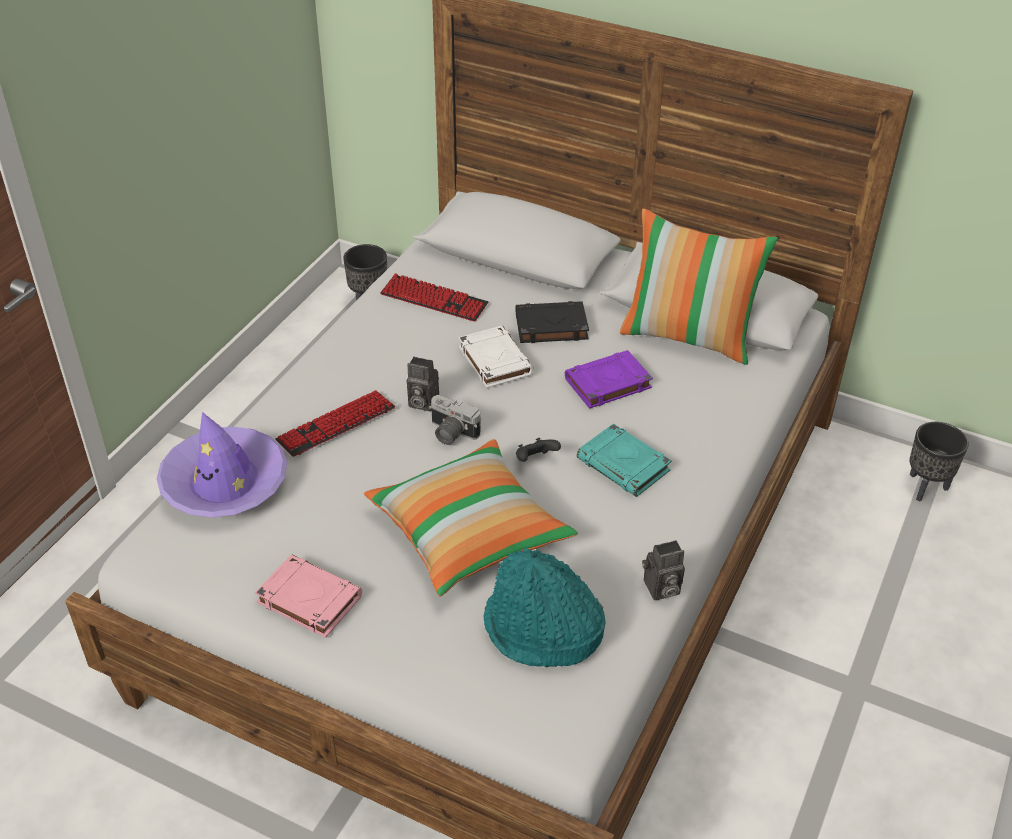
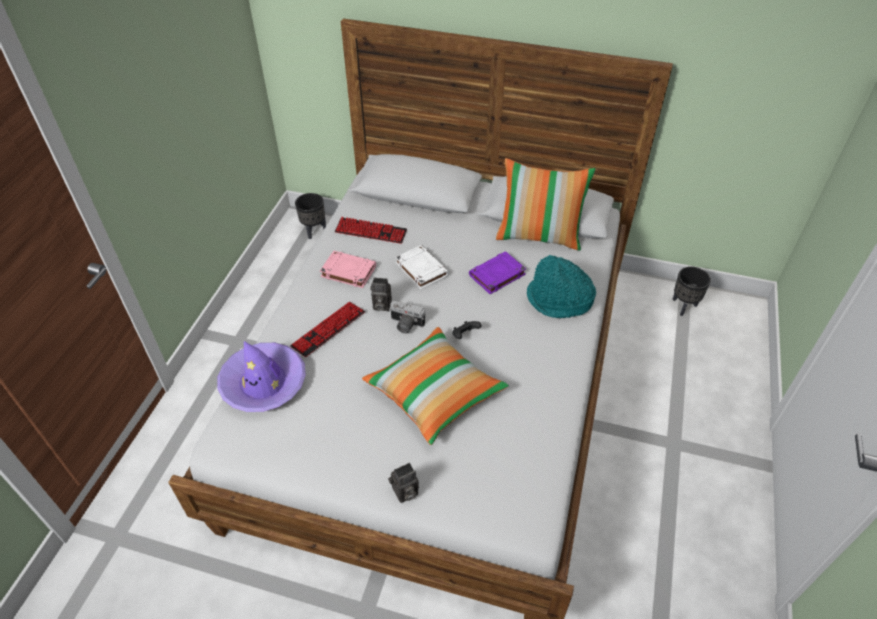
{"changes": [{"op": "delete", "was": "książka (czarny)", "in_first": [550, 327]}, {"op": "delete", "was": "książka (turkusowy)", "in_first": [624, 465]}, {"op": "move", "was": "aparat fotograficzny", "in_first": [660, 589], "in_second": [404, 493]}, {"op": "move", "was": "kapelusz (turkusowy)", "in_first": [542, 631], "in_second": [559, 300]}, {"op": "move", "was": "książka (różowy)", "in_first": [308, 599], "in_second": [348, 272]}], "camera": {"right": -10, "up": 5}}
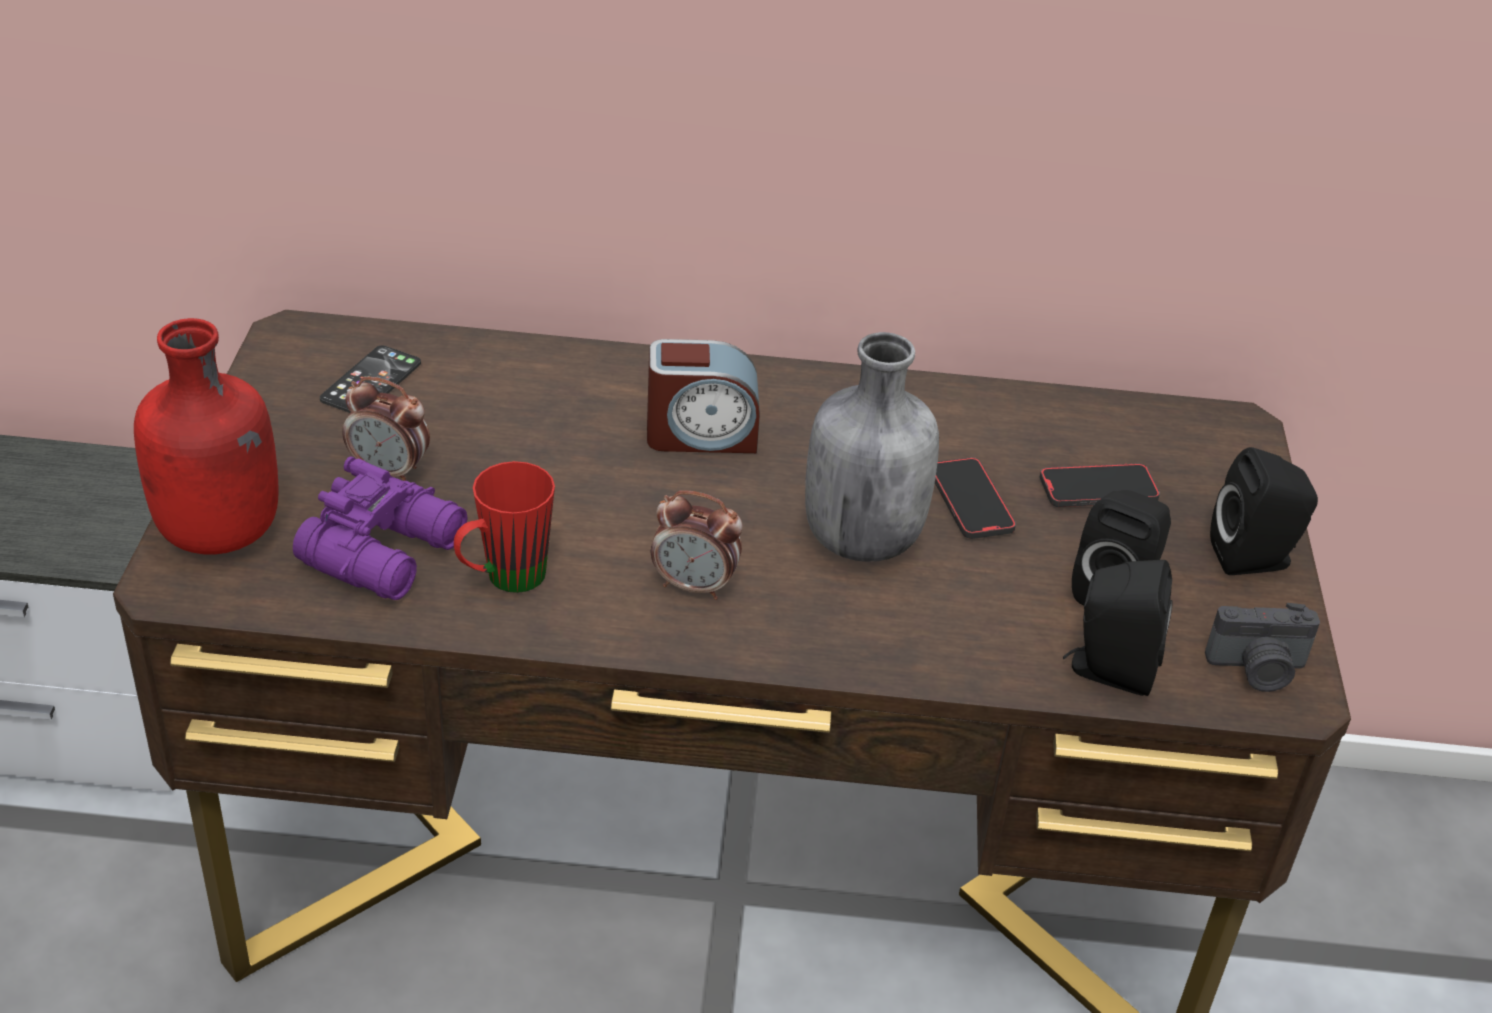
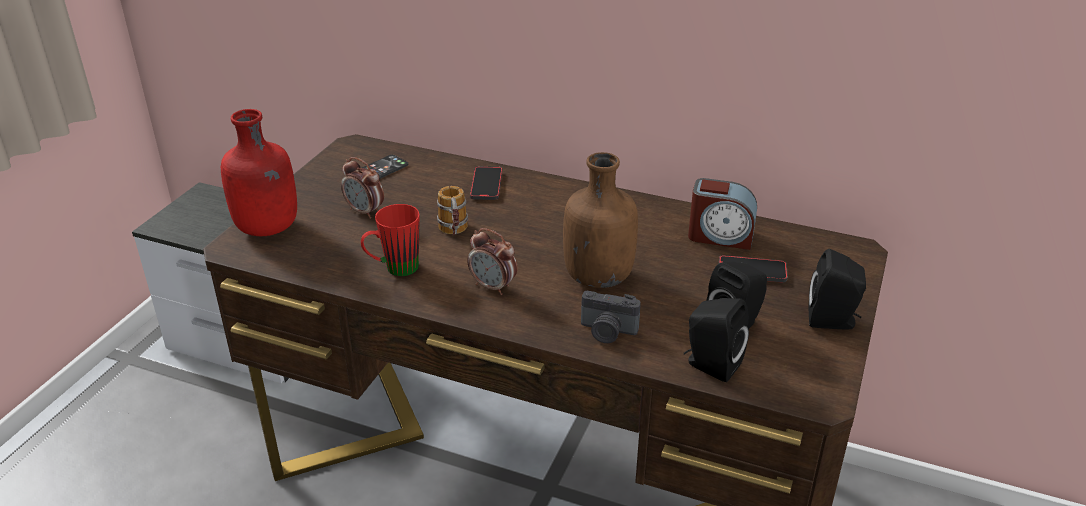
{"changes": [{"op": "recolor", "was": "butelka (szary)", "now": "butelka (brązowy)", "in_first": [860, 538], "in_second": [598, 276]}, {"op": "move", "was": "budzik", "in_first": [701, 434], "in_second": [720, 236]}, {"op": "delete", "was": "lornetka (fioletowy)", "in_first": [388, 551]}, {"op": "move", "was": "telefon", "in_first": [970, 502], "in_second": [486, 185]}, {"op": "move", "was": "aparat fotograficzny", "in_first": [1257, 670], "in_second": [607, 332]}, {"op": "insert", "now": "kubek", "in_second": [454, 234]}], "camera": {"right": 20, "up": -5}}
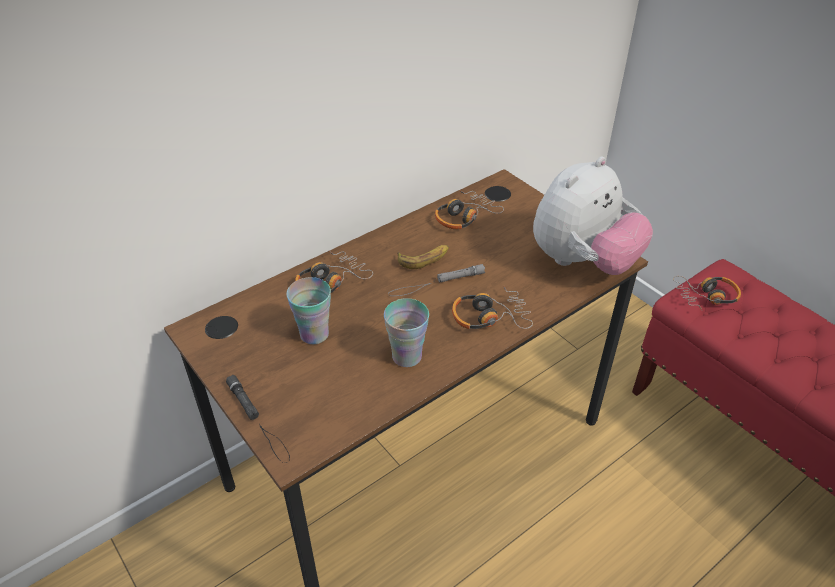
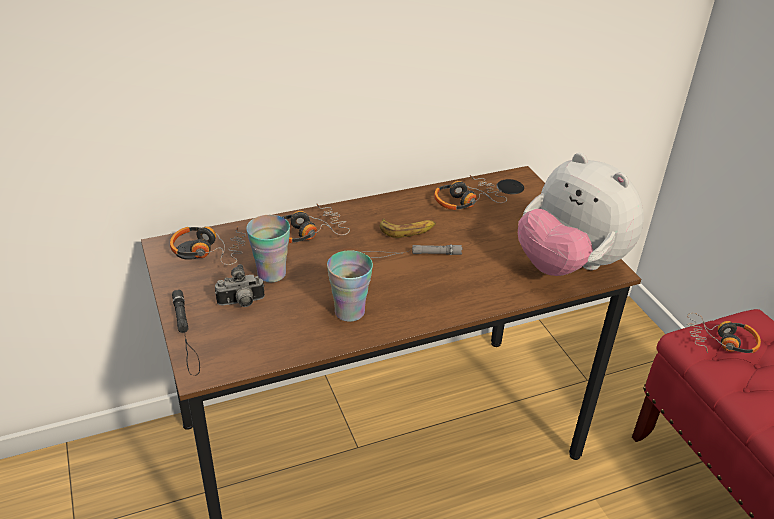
{"changes": [{"op": "rotate", "was": "pluszak", "in_first": [582, 262], "in_second": [569, 265], "clockwise": 75}, {"op": "move", "was": "słuchawki", "in_first": [489, 316], "in_second": [209, 250]}, {"op": "insert", "now": "aparat fotograficzny", "in_second": [241, 303]}], "camera": {"right": 15, "up": -5}}
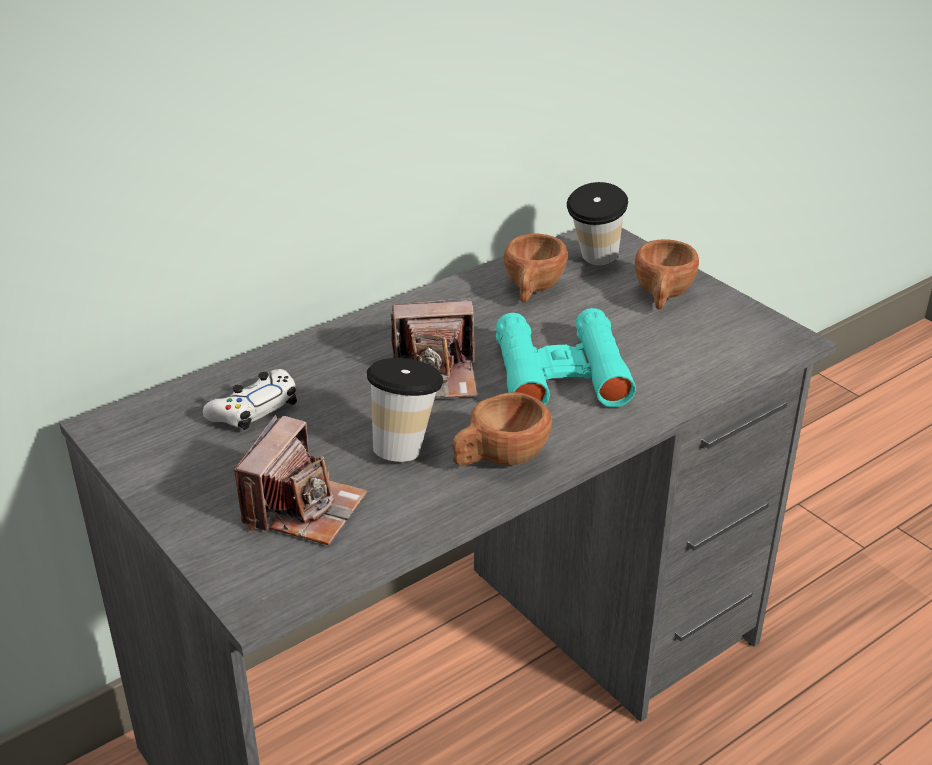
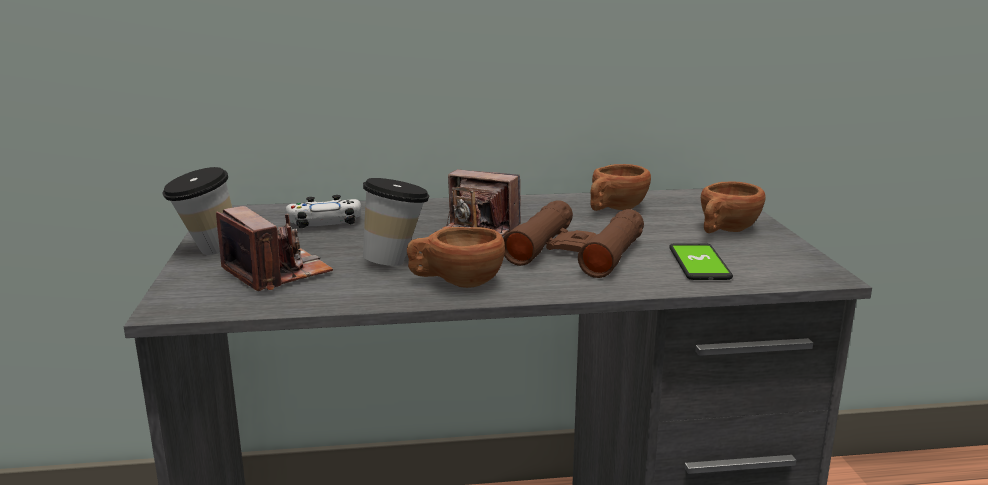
{"changes": [{"op": "move", "was": "filiżanka", "in_first": [594, 262], "in_second": [206, 252]}, {"op": "recolor", "was": "lornetka (turkusowy)", "now": "lornetka (brązowy)", "in_first": [560, 373], "in_second": [575, 251]}, {"op": "rotate", "was": "aparat fotograficzny", "in_first": [303, 508], "in_second": [277, 273], "clockwise": -90}, {"op": "insert", "now": "telefon", "in_second": [699, 263]}], "camera": {"right": 30, "up": -15}}
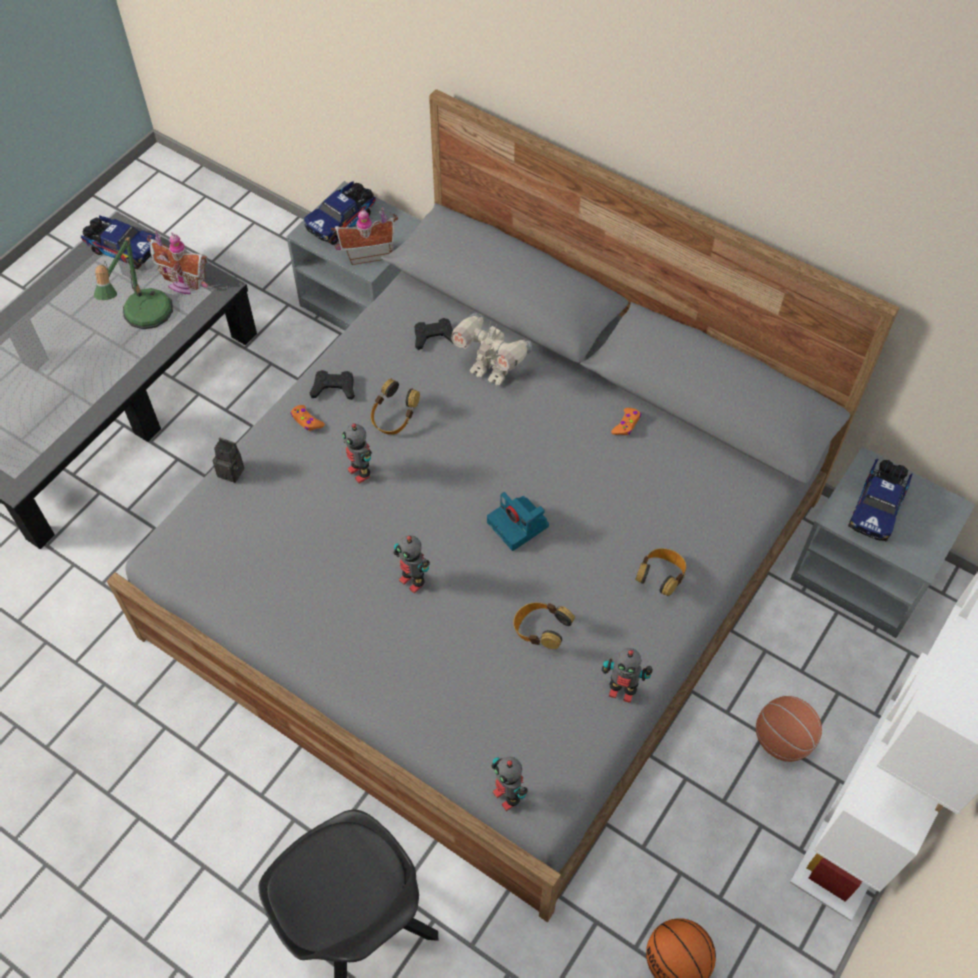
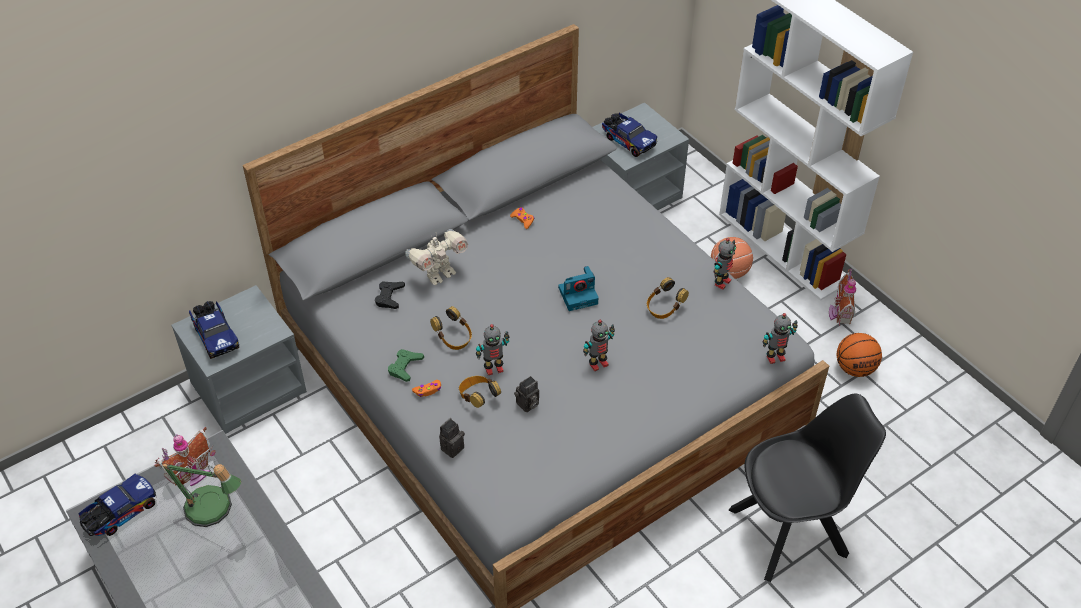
{"changes": [{"op": "move", "was": "domek", "in_first": [367, 253], "in_second": [839, 313]}, {"op": "recolor", "was": "pad do gier (czarny)", "now": "pad do gier (zielony)", "in_first": [334, 388], "in_second": [405, 367]}, {"op": "move", "was": "słuchawki", "in_first": [660, 577], "in_second": [478, 397]}, {"op": "insert", "now": "aparat fotograficzny", "in_second": [527, 405]}], "camera": {"right": -70, "up": -10}}
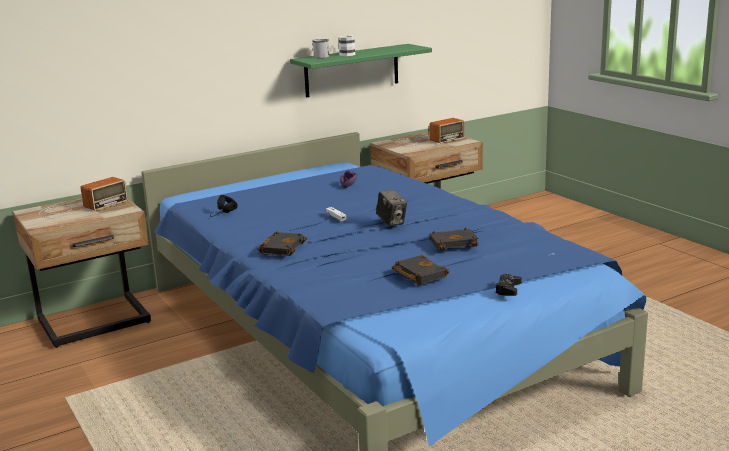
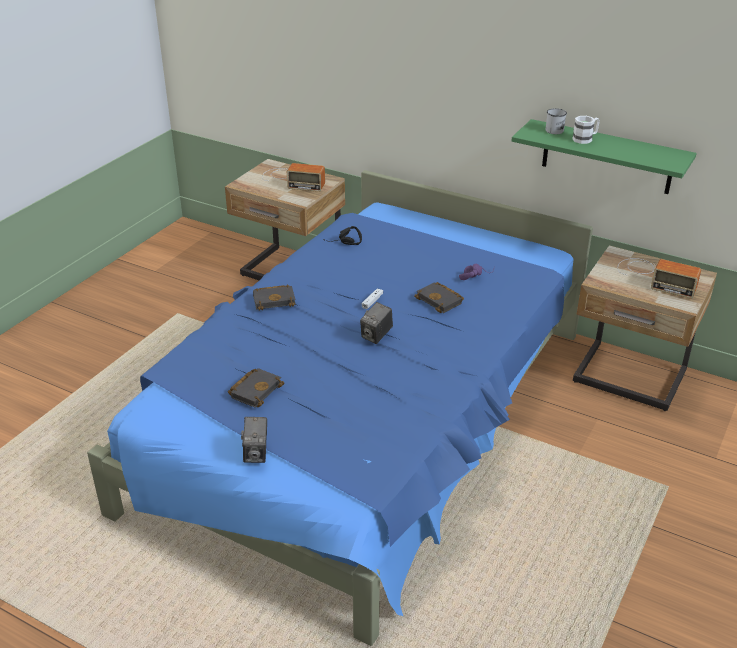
{"changes": [{"op": "move", "was": "książka (czarny)", "in_first": [454, 242], "in_second": [441, 300]}, {"op": "replace", "was": "pad do gier (czarny)", "now": "aparat fotograficzny", "in_first": [508, 289], "in_second": [256, 453]}], "camera": {"right": 60, "up": 15}}
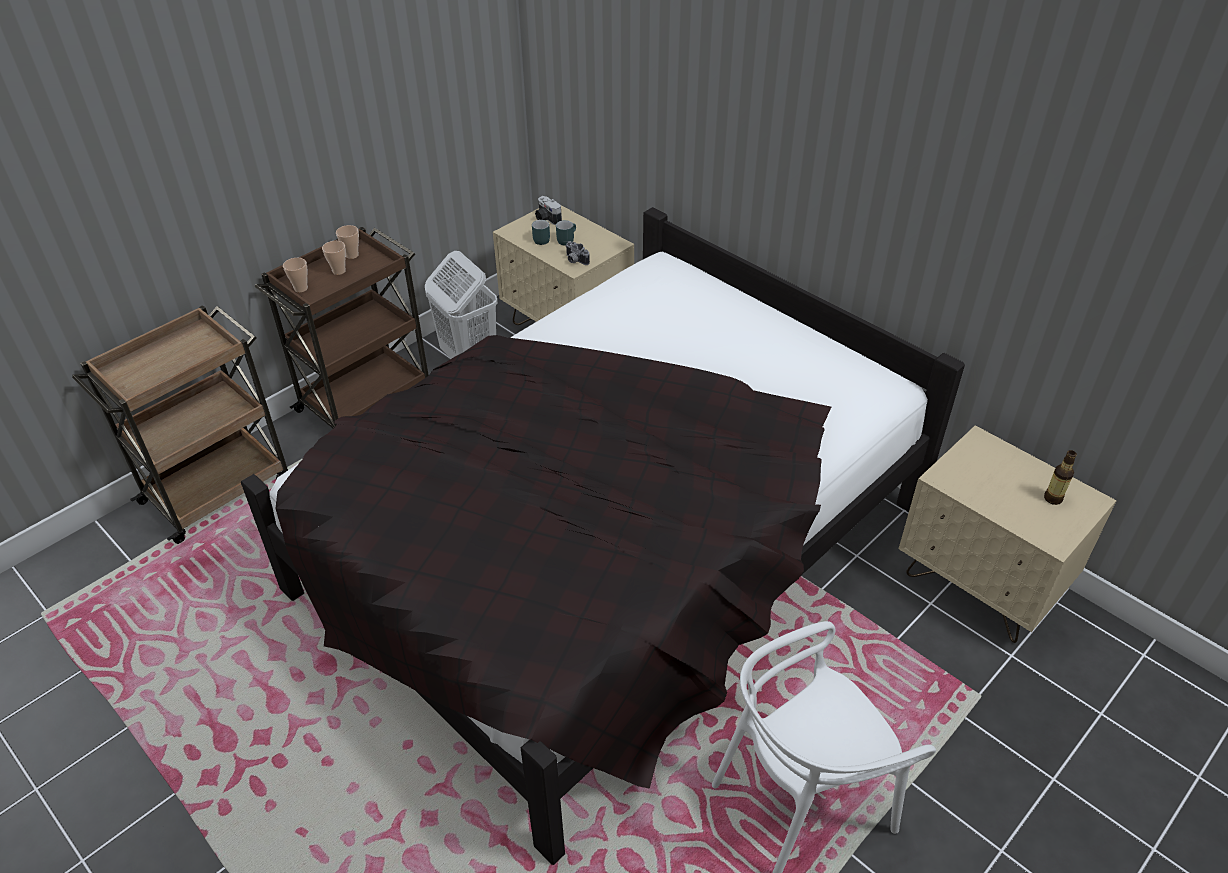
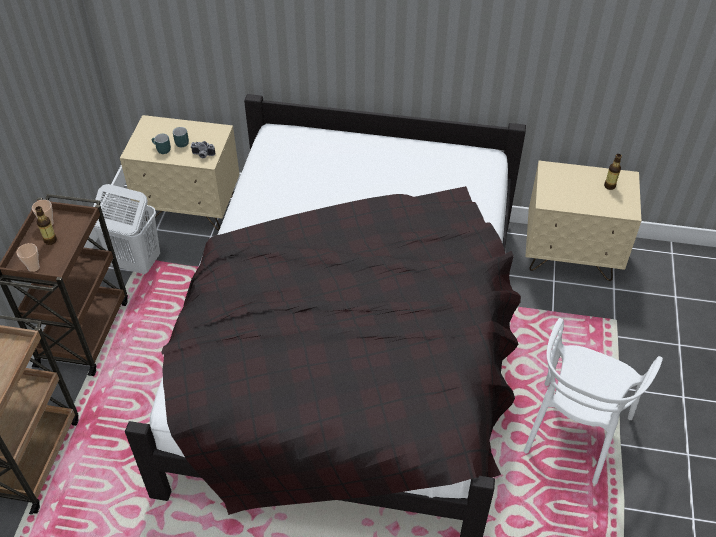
{"changes": [{"op": "delete", "was": "aparat fotograficzny", "in_first": [546, 219]}, {"op": "replace", "was": "filiżanka", "now": "butelka", "in_first": [339, 271], "in_second": [50, 240]}], "camera": {"right": -35, "up": 5}}
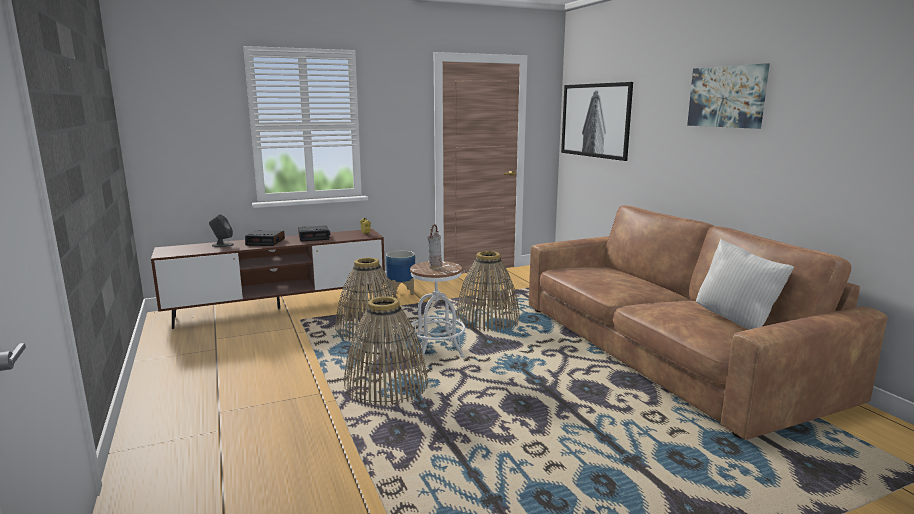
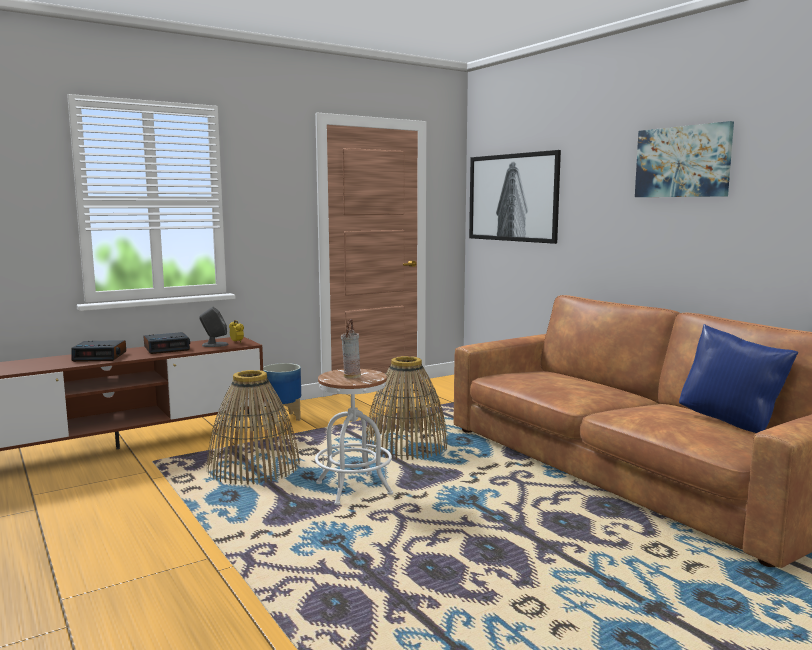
{"changes": [{"op": "move", "was": "głośnik (szary)", "in_first": [222, 245], "in_second": [214, 345]}, {"op": "recolor", "was": "poduszka (biały)", "now": "poduszka (niebieski)", "in_first": [736, 321], "in_second": [731, 423]}, {"op": "delete", "was": "koszyk", "in_first": [386, 385]}], "camera": {"right": -10, "up": -5}}
